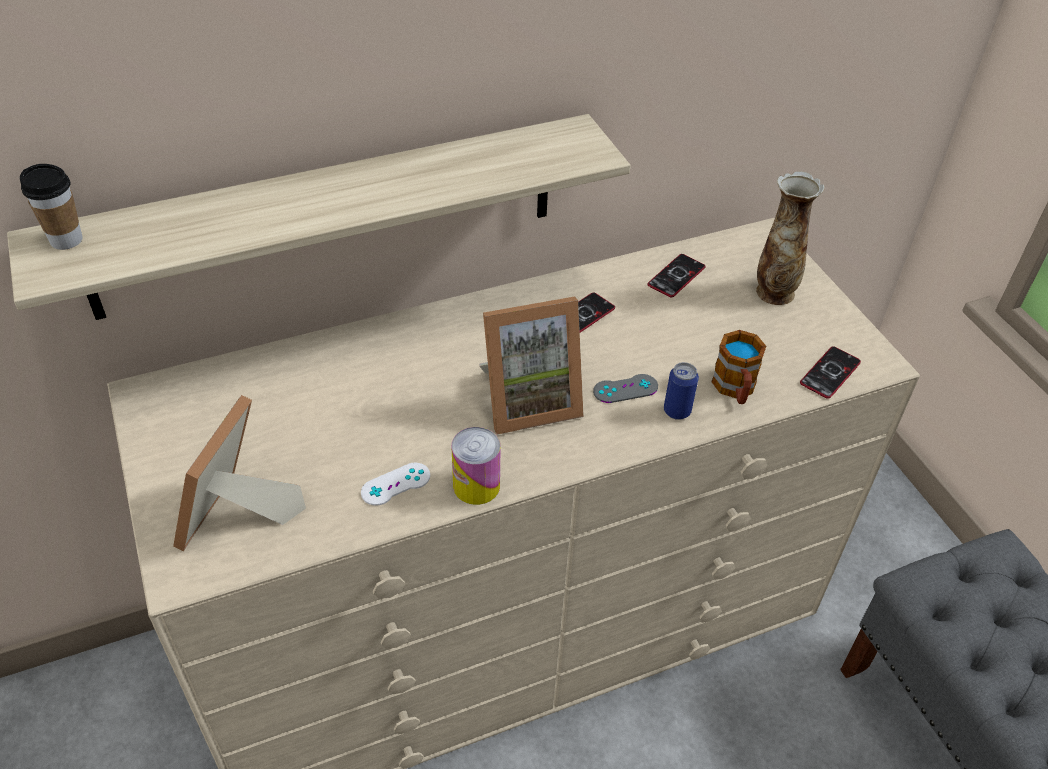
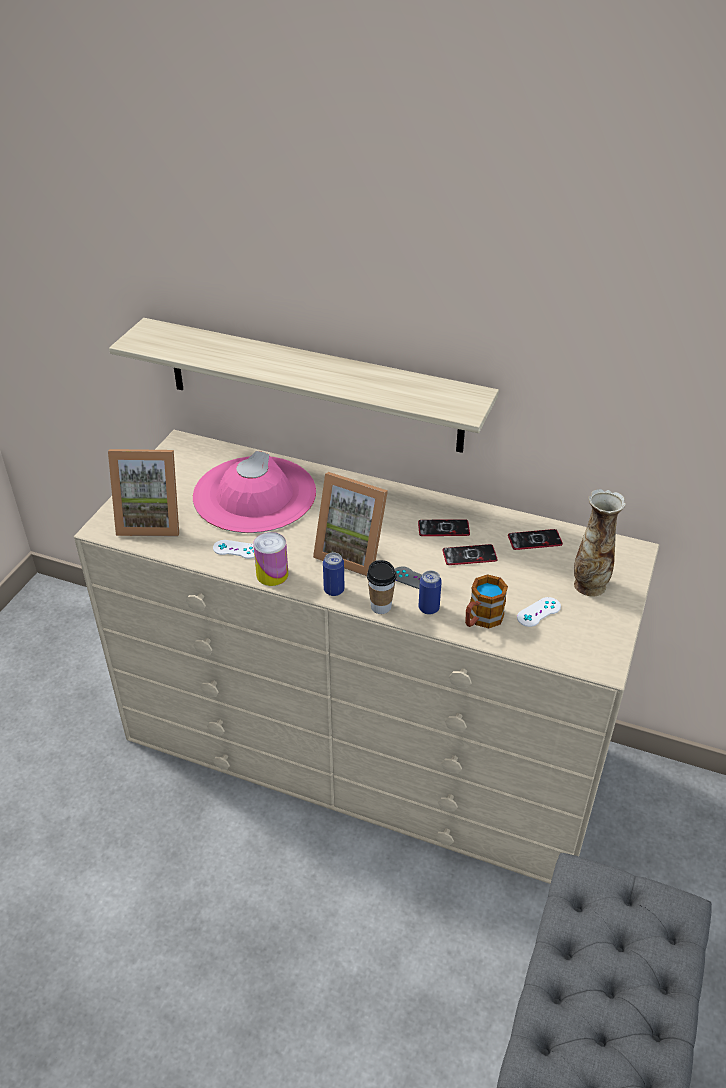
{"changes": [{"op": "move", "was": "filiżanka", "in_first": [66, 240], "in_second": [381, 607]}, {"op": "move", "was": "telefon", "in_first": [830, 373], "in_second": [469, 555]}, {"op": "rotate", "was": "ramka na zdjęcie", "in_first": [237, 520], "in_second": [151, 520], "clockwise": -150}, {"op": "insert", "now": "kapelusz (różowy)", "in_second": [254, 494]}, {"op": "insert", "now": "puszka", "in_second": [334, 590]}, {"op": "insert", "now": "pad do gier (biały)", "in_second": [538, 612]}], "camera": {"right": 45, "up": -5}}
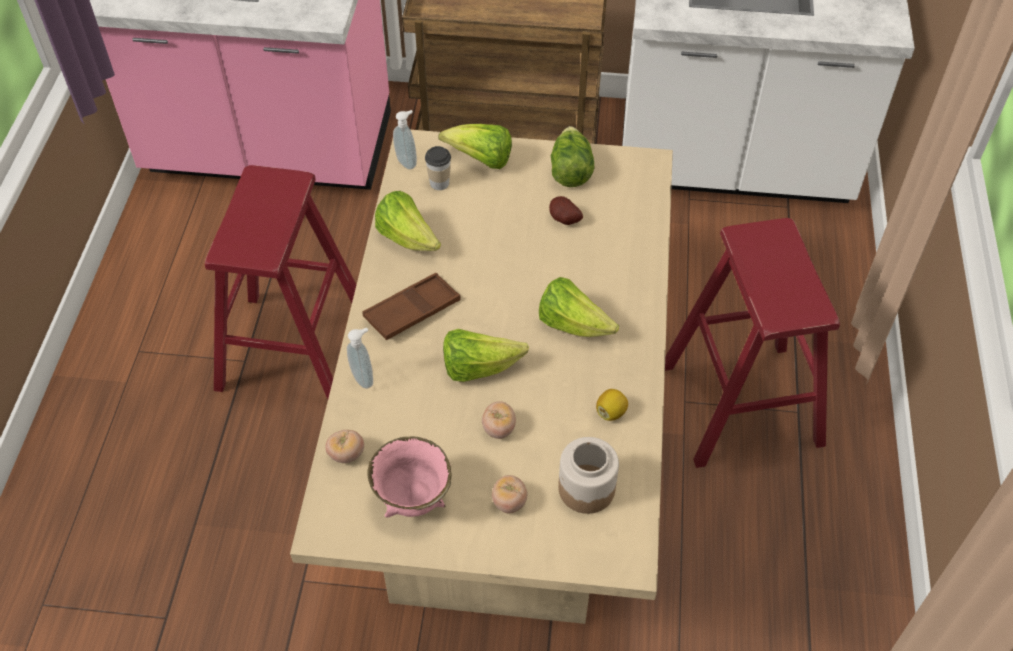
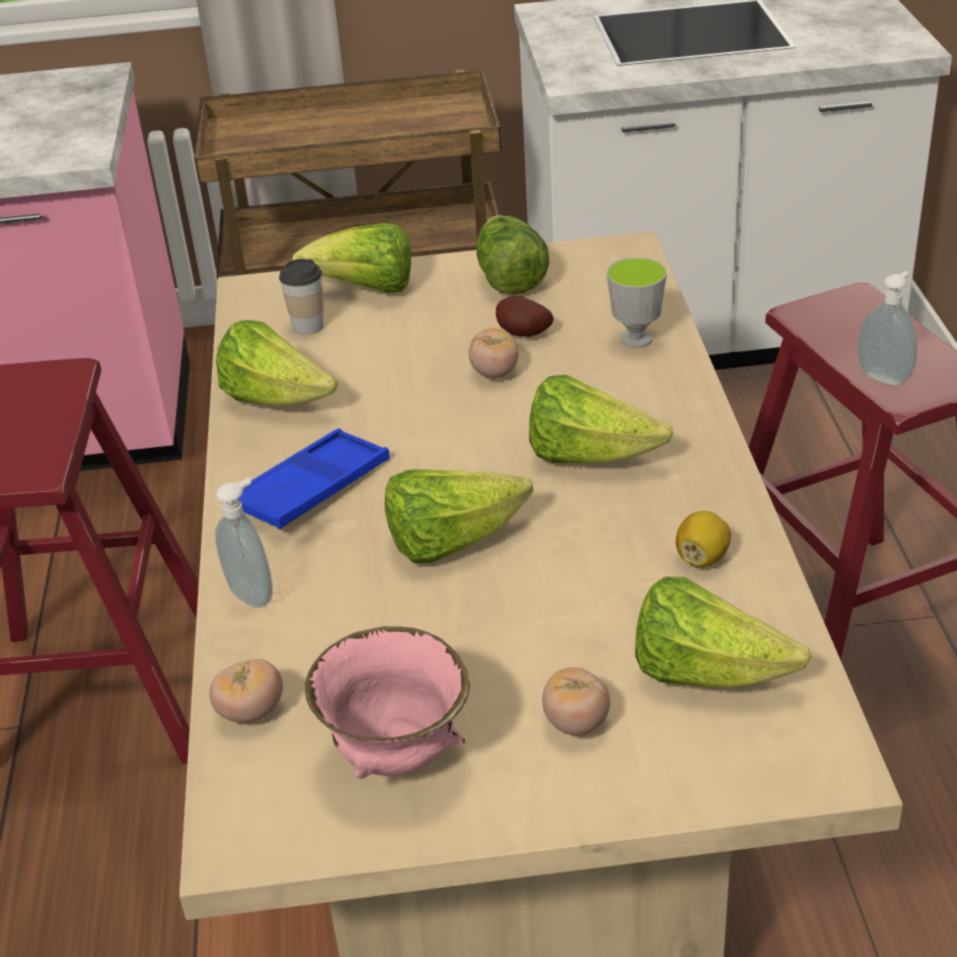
{"changes": [{"op": "move", "was": "dozownik mydła", "in_first": [407, 162], "in_second": [885, 376]}, {"op": "recolor", "was": "taca (brązowy)", "now": "taca (niebieski)", "in_first": [412, 311], "in_second": [312, 488]}, {"op": "move", "was": "pomidor", "in_first": [499, 429], "in_second": [495, 373]}, {"op": "replace", "was": "słoik", "now": "sałata", "in_first": [586, 488], "in_second": [706, 672]}, {"op": "insert", "now": "filiżanka", "in_second": [636, 339]}], "camera": {"right": -10, "up": -15}}
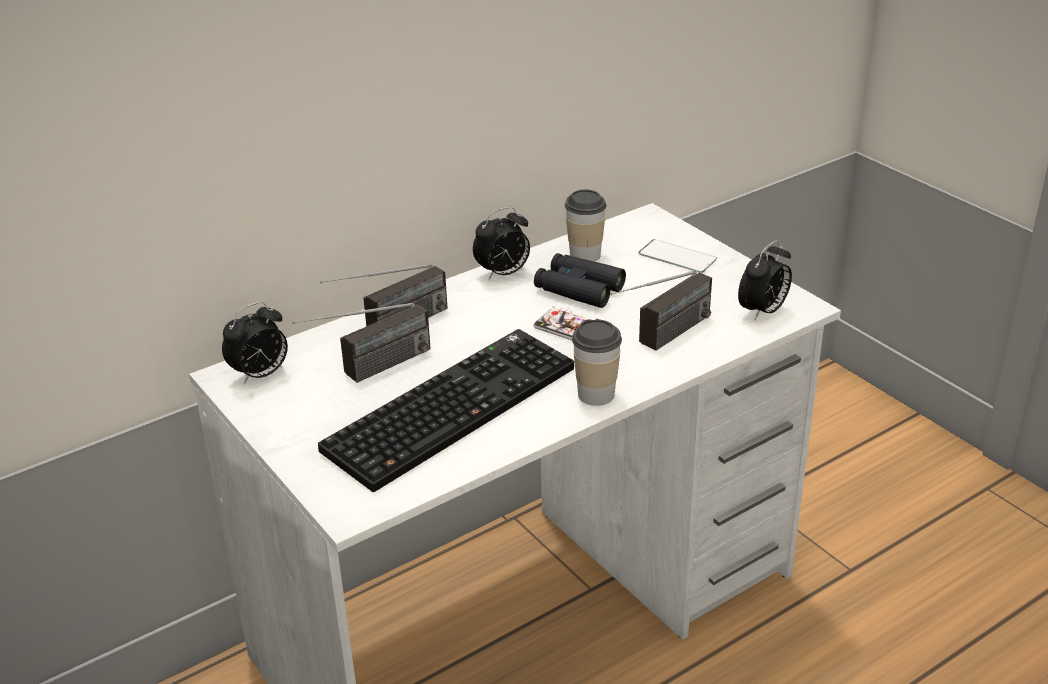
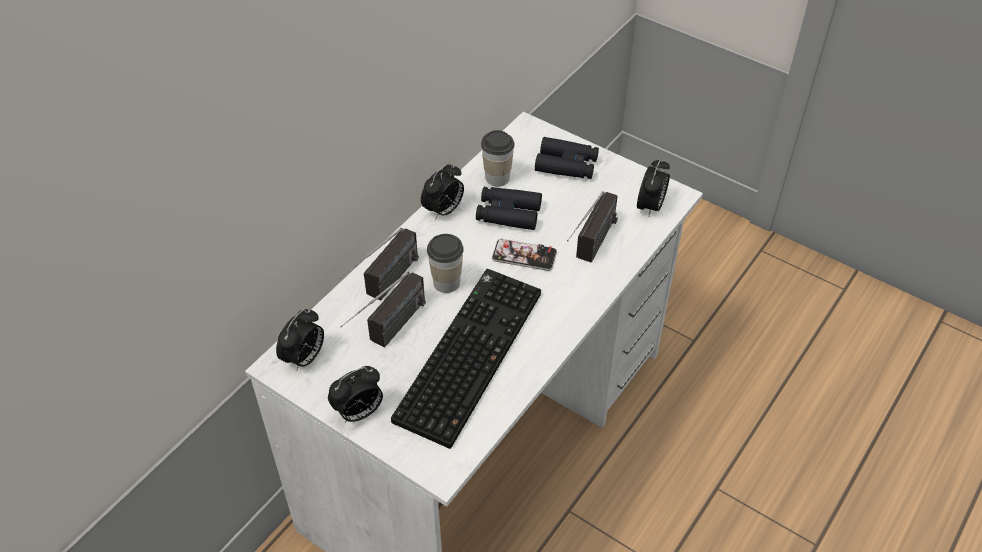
{"changes": [{"op": "replace", "was": "telefon", "now": "lornetka (czarny)", "in_first": [677, 257], "in_second": [566, 165]}, {"op": "move", "was": "filiżanka", "in_first": [596, 394], "in_second": [446, 282]}, {"op": "insert", "now": "budzik", "in_second": [359, 412]}], "camera": {"right": -20, "up": 15}}
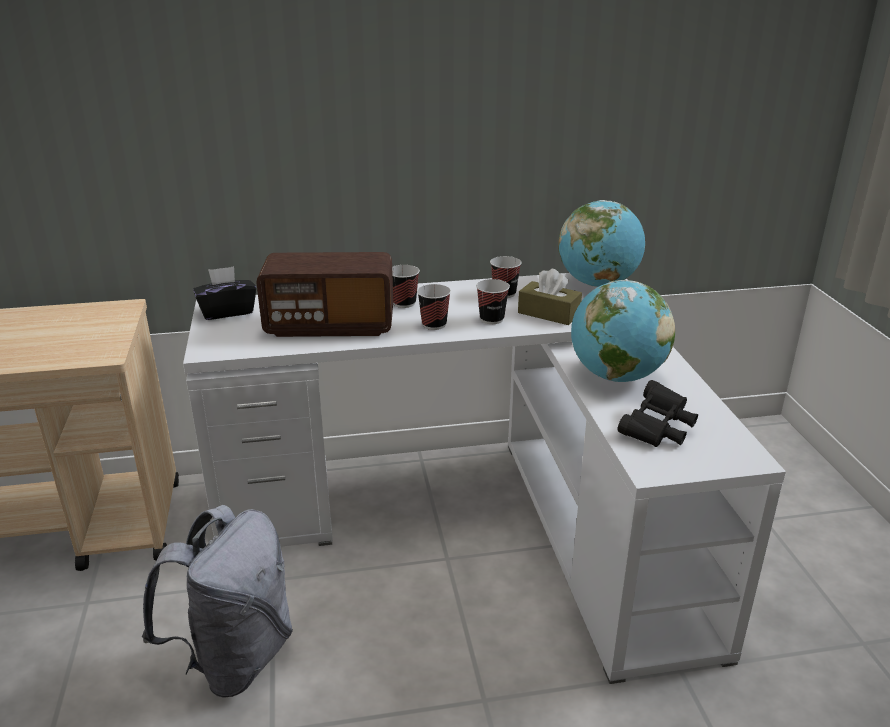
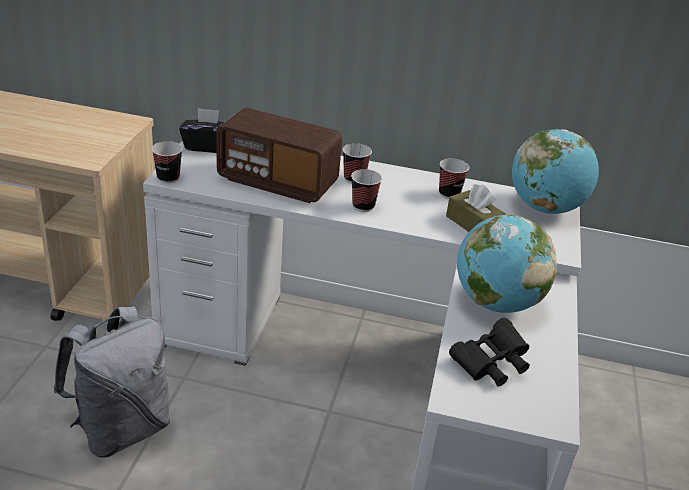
{"changes": [{"op": "move", "was": "filiżanka", "in_first": [491, 319], "in_second": [168, 178]}], "camera": {"right": 20, "up": 5}}
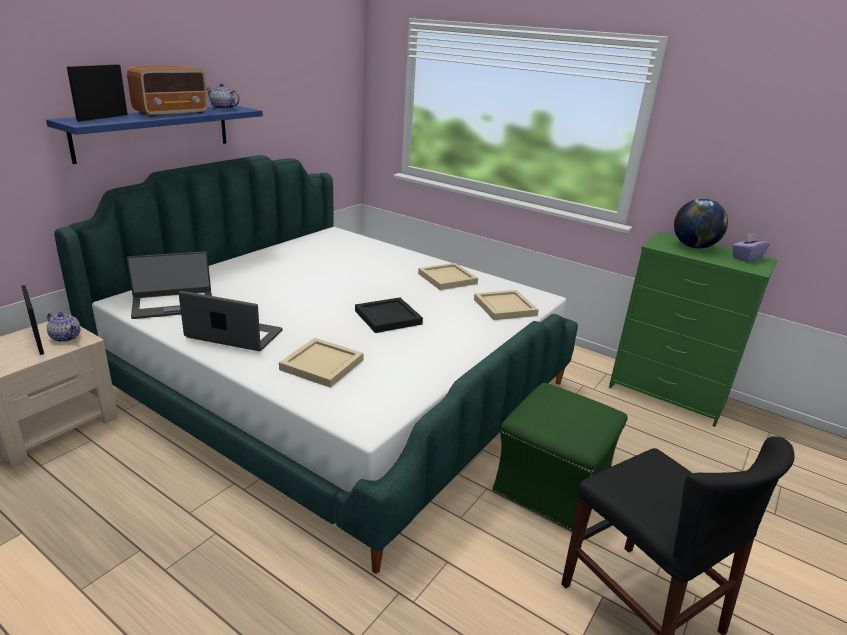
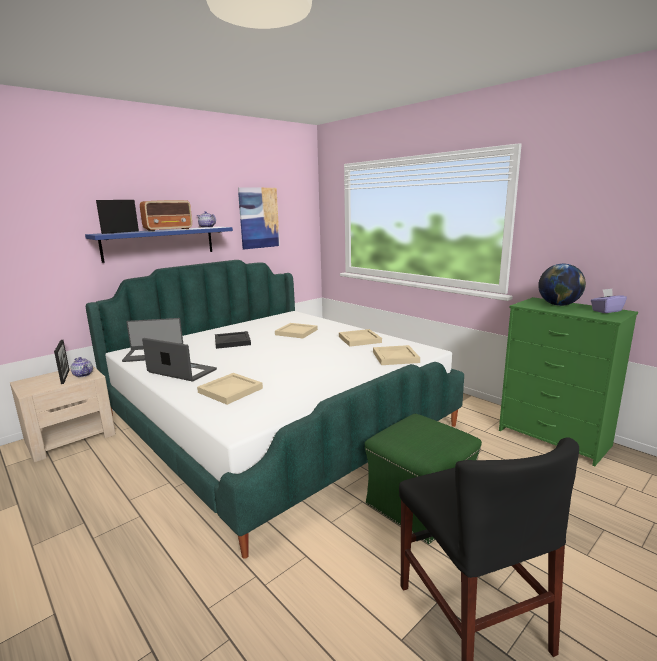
{"changes": [{"op": "move", "was": "taca (czarny)", "in_first": [388, 317], "in_second": [233, 341]}, {"op": "insert", "now": "obraz", "in_second": [259, 218]}, {"op": "insert", "now": "taca (beżowy)", "in_second": [296, 332]}], "camera": {"right": 15, "up": -10}}
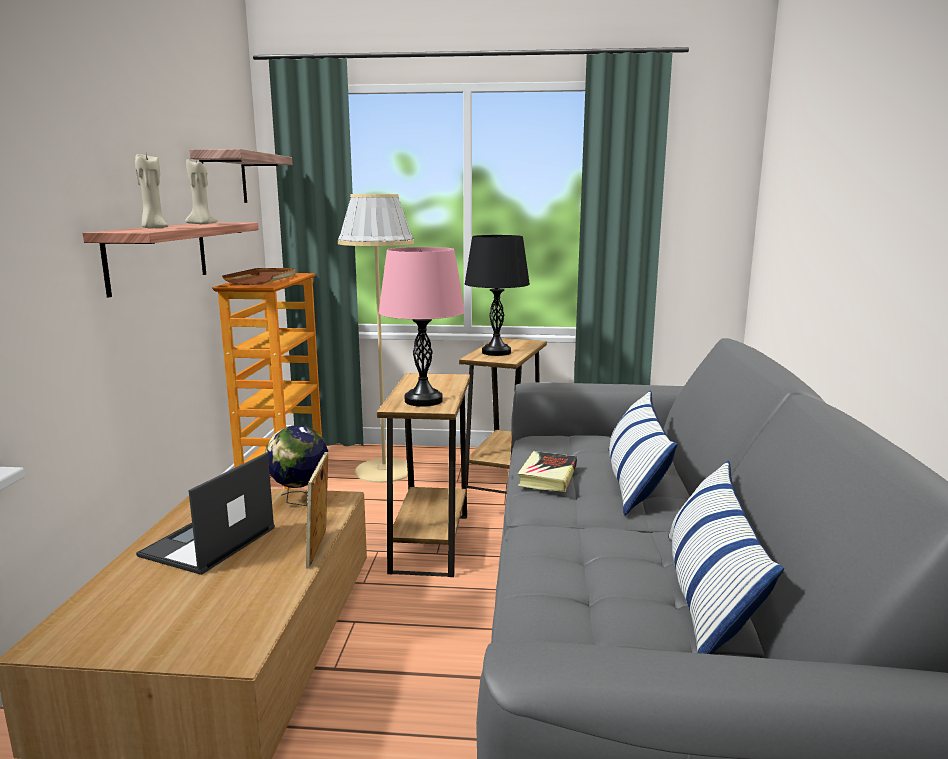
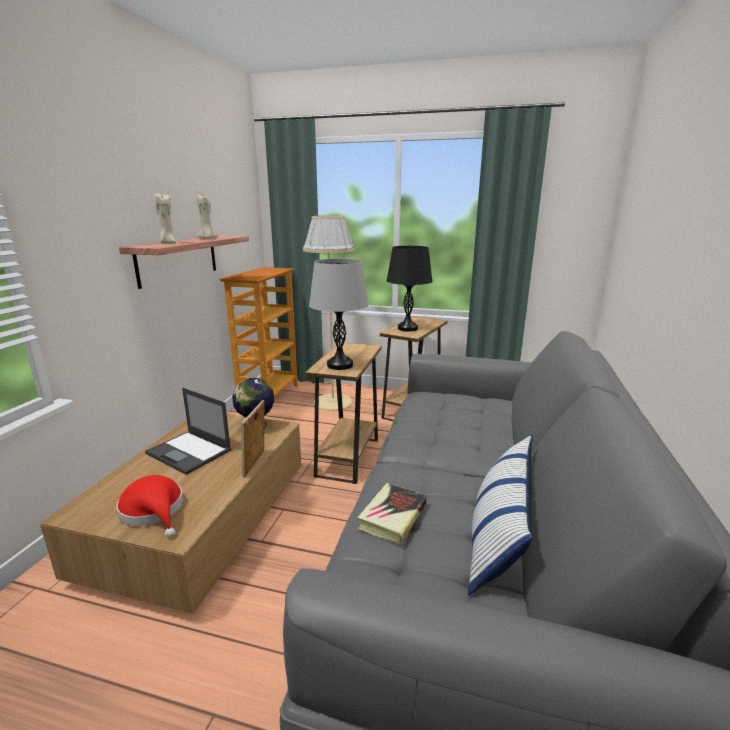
{"changes": [{"op": "delete", "was": "półka", "in_first": [223, 178]}, {"op": "recolor", "was": "lampa stołowa (różowy)", "now": "lampa stołowa (szary)", "in_first": [423, 401], "in_second": [340, 365]}, {"op": "delete", "was": "taca (brązowy)", "in_first": [263, 279]}, {"op": "delete", "was": "poduszka", "in_first": [634, 480]}, {"op": "move", "was": "książka", "in_first": [548, 476], "in_second": [393, 516]}, {"op": "rotate", "was": "laptop", "in_first": [208, 542], "in_second": [189, 452], "clockwise": -90}, {"op": "insert", "now": "kapelusz (czerwony)", "in_second": [154, 510]}], "camera": {"right": 10, "up": 5}}
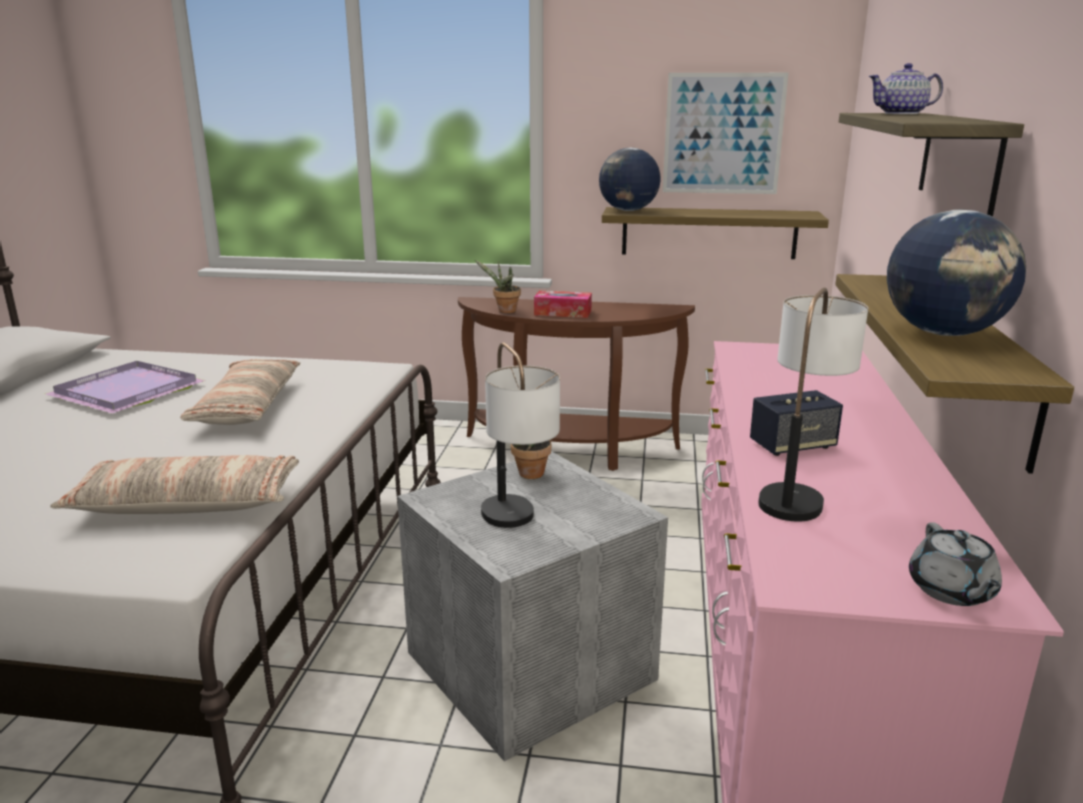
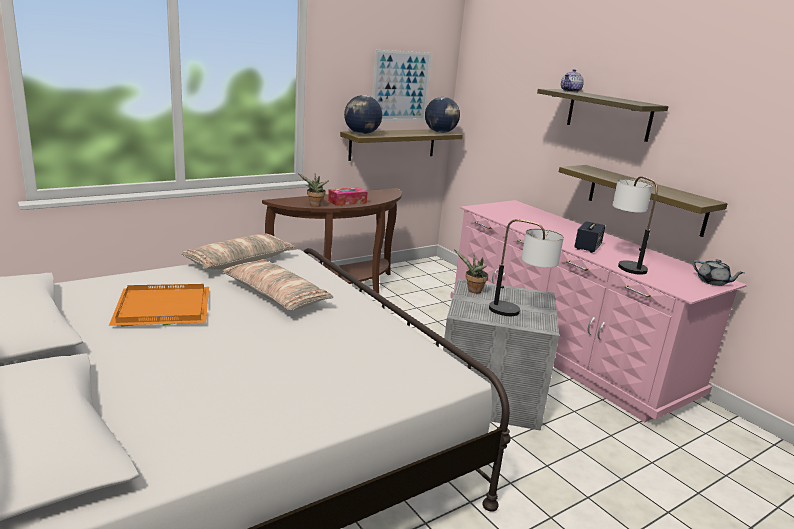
{"changes": [{"op": "move", "was": "globus", "in_first": [944, 333], "in_second": [440, 132]}, {"op": "recolor", "was": "taca (fioletowy)", "now": "taca (pomarańczowy)", "in_first": [130, 391], "in_second": [165, 307]}, {"op": "move", "was": "poduszka", "in_first": [187, 503], "in_second": [239, 261]}], "camera": {"right": -45, "up": 0}}
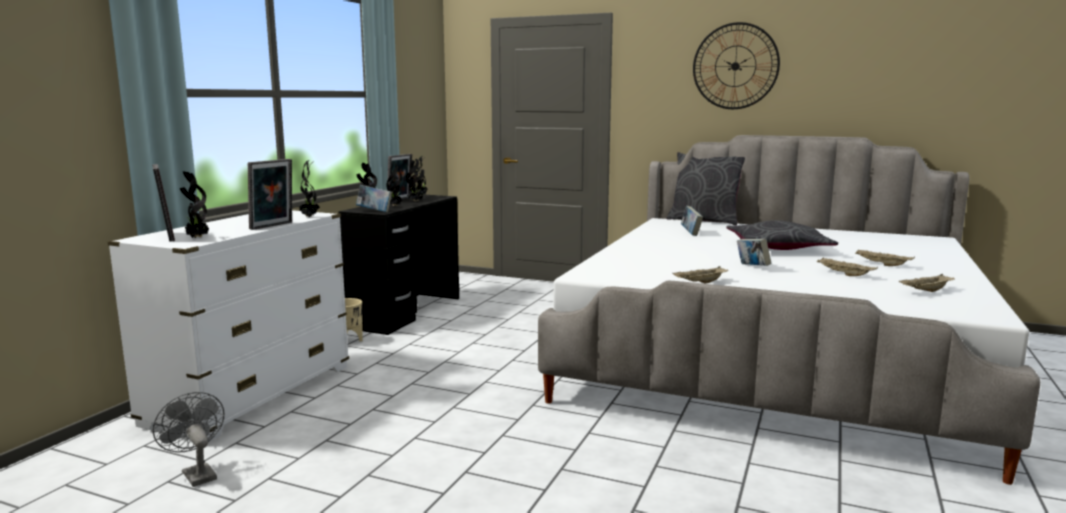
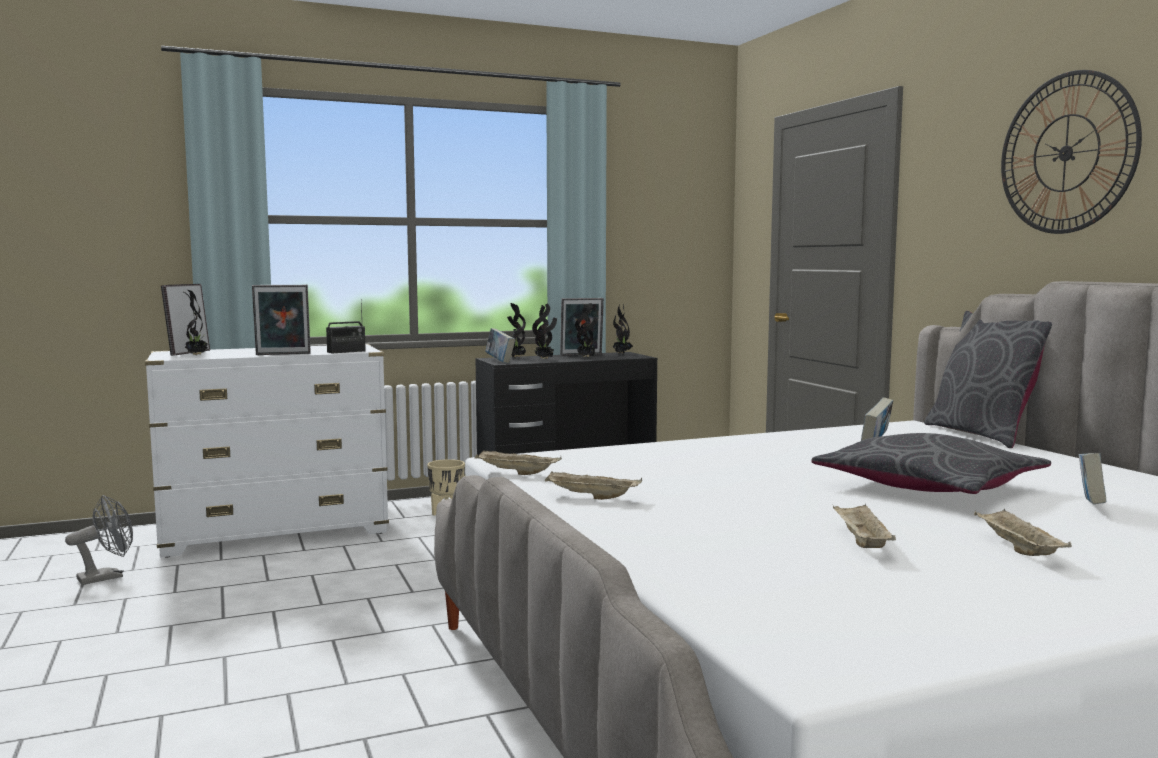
{"changes": [{"op": "replace", "was": "roślina doniczkowa", "now": "radio", "in_first": [309, 217], "in_second": [346, 351]}, {"op": "move", "was": "książka", "in_first": [752, 267], "in_second": [1090, 506]}, {"op": "move", "was": "taca (beżowy)", "in_first": [926, 291], "in_second": [515, 473]}, {"op": "rotate", "was": "wentylator (szary)", "in_first": [196, 474], "in_second": [107, 577], "clockwise": 45}], "camera": {"right": 45, "up": -5}}
